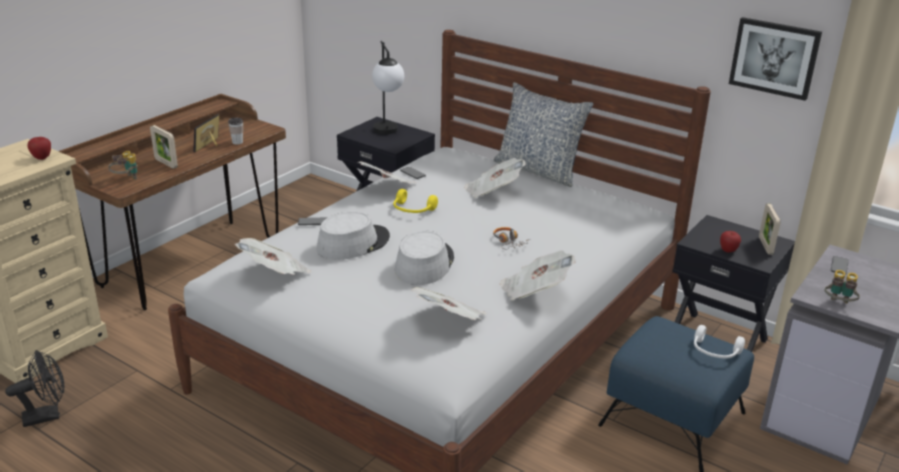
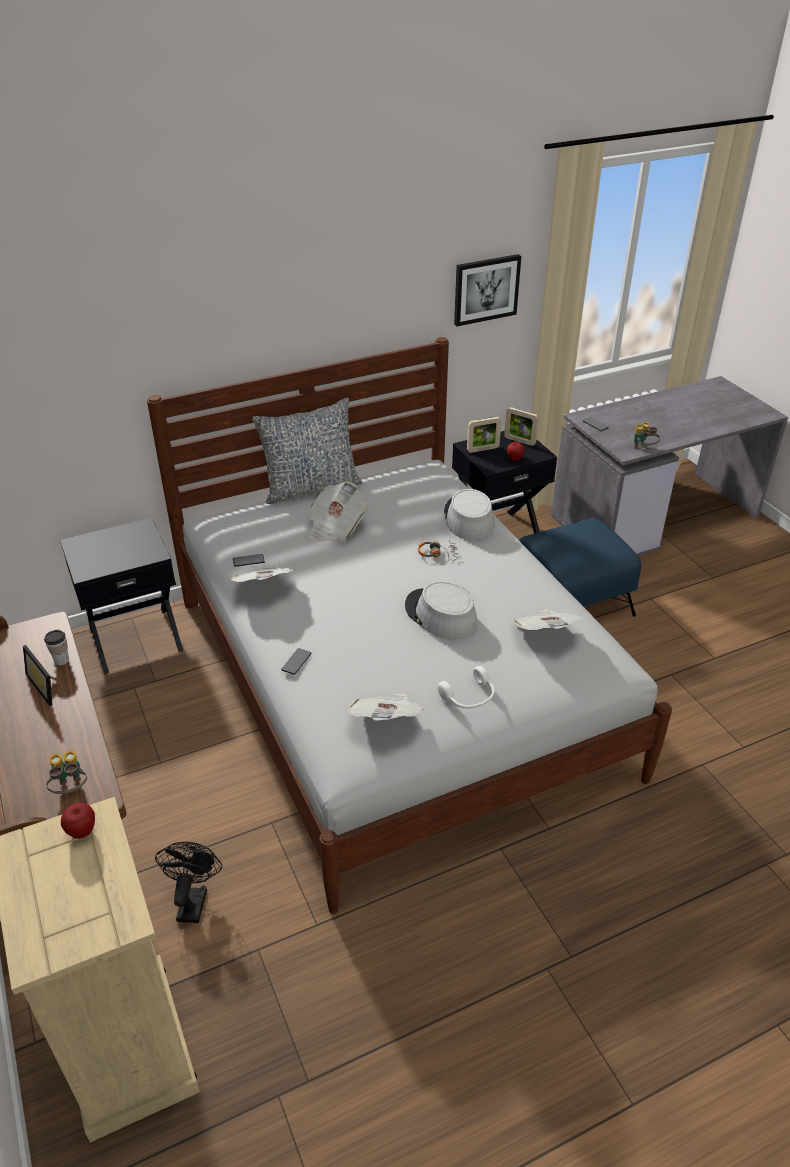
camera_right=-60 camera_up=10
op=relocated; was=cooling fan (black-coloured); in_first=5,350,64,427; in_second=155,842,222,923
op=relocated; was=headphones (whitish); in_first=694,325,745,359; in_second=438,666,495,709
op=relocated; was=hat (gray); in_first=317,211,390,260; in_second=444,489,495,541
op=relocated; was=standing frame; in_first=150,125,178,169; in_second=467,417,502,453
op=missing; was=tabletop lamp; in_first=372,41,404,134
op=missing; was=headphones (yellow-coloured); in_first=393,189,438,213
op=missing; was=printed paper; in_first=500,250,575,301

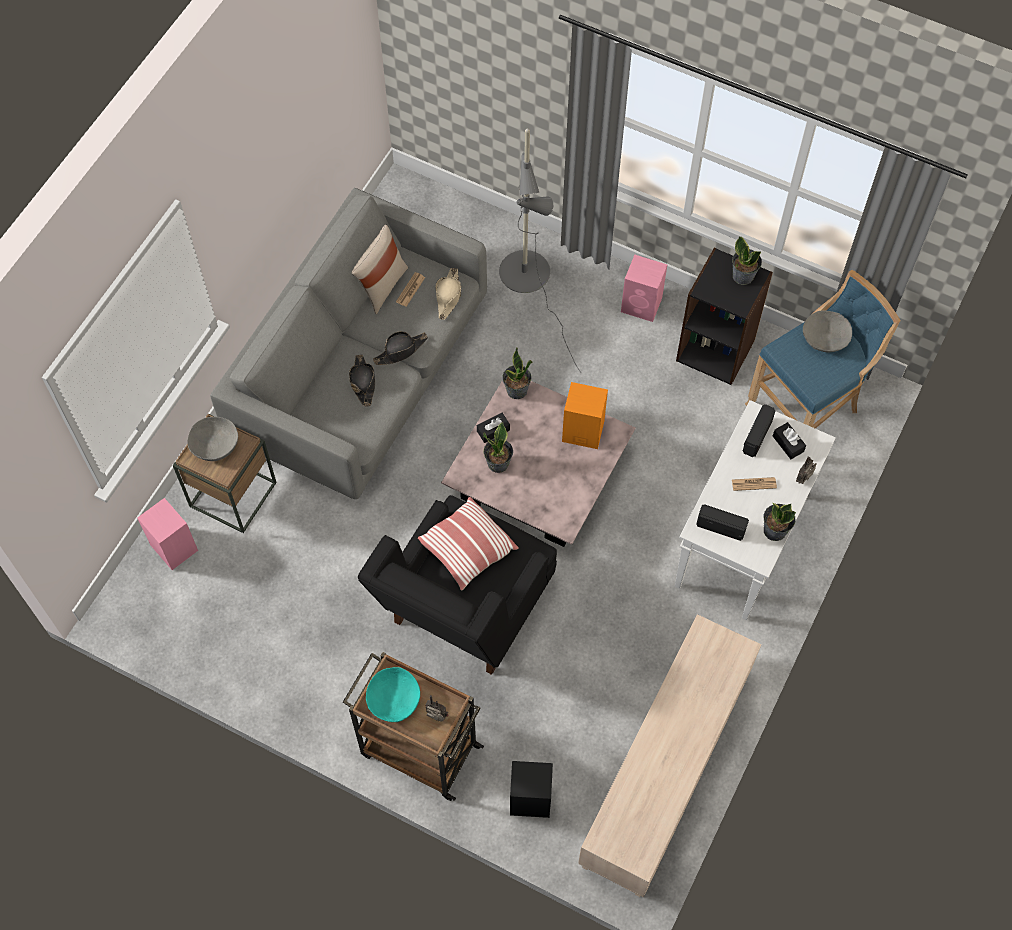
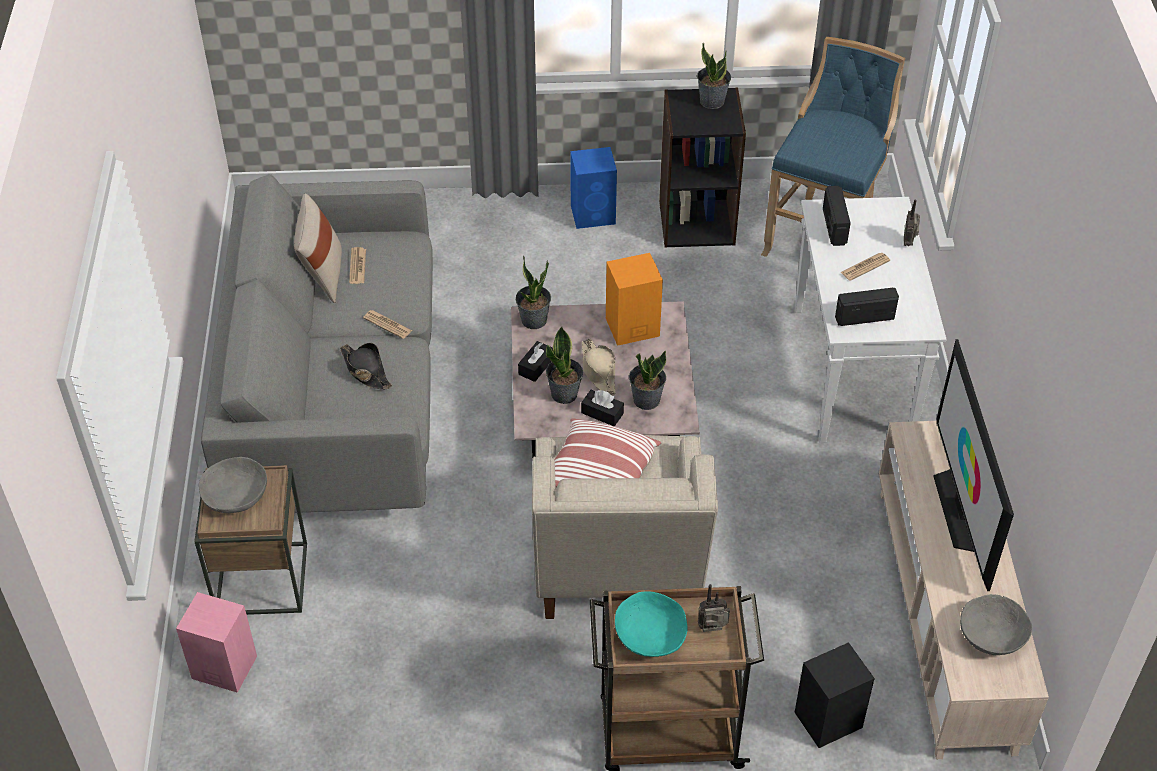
camera_right=-30 camera_up=-15
op=exchanged; was=hat (black-coloured); now=printed paper; in_first=373,331,428,365; in_second=363,310,412,339
op=colour; was=armchair (black-coloured); now=armchair (sand-coloured); in_first=358,495,557,675; in_second=532,435,718,619
op=colour; was=loudspeaker (pinkish); now=loudspeaker (bluish); in_first=621,254,668,322; in_second=570,147,617,229
op=relocated; was=tissue holder (black-coloured); in_first=773,422,806,459; in_second=581,390,624,426
op=relocated; was=hat (sand-coloured); in_first=435,268,461,320; in_second=582,338,615,396
op=relocated; was=houseplant; in_first=763,503,796,541; in_second=629,351,666,410
op=appeared; now=television; in_second=933,339,1014,591
op=relocated; was=serving bowl (gray); in_first=803,310,852,352; in_second=960,594,1032,655
op=missing; was=standing lamp (gray); in_first=499,128,581,373

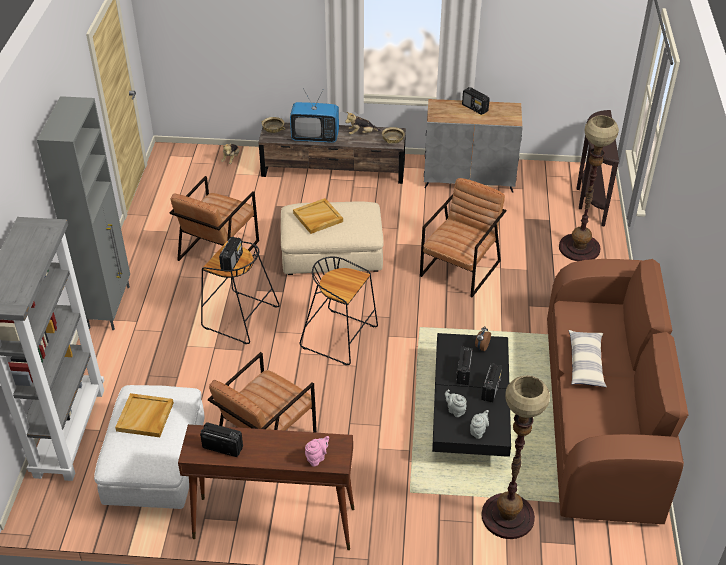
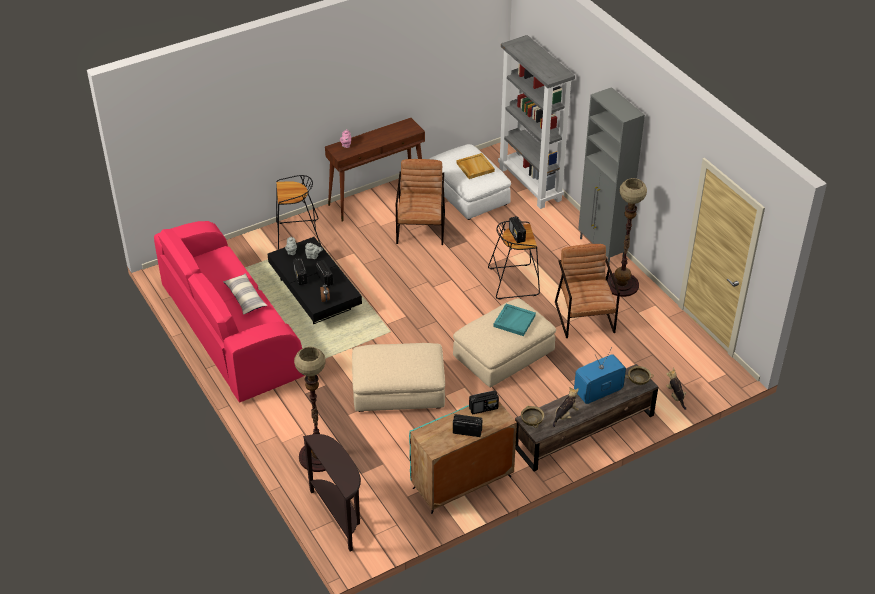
camera_right=145 camera_up=0
op=colour; was=sofa (brown); now=sofa (pinkish); in_first=547,259,689,524; in_second=154,221,304,403
op=relocated; was=sitting stool (black-coloured); in_first=299,257,378,365; in_second=276,175,321,250
op=exchanged; was=armchair (brown); now=pouffe (sand-coloured); in_first=420,178,506,297; in_second=352,343,445,412
op=colour; was=storage cabinet (gray); now=storage cabinet (turquoise-coloured); in_first=424,99,523,193; in_second=409,402,517,514
op=relocated; was=radio receiver; in_first=200,422,243,457; in_second=469,390,499,414
op=colour; was=carrying tray (sand-coloured); now=carrying tray (turquoise-coloured); in_first=293,198,343,234; in_second=493,304,536,336
op=relocated; was=standing lamp; in_first=481,375,550,539; in_second=607,178,647,297

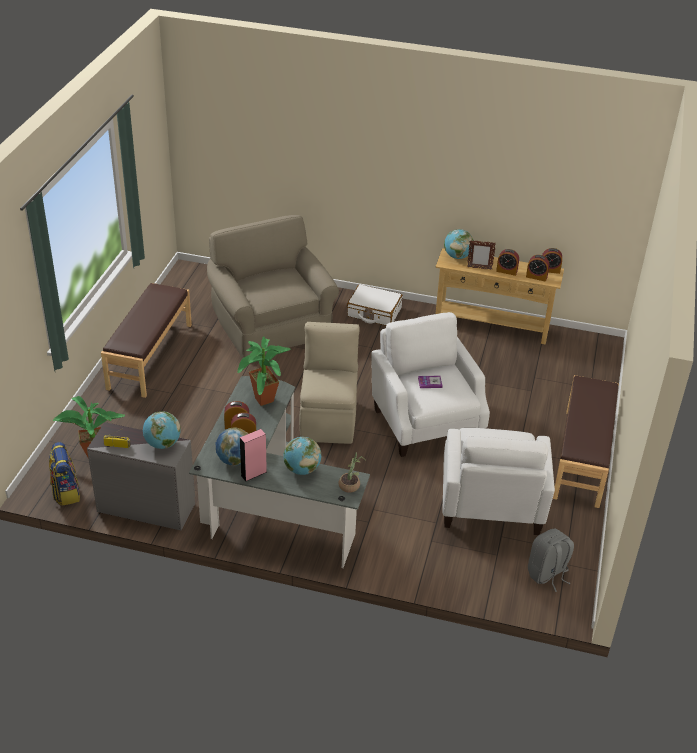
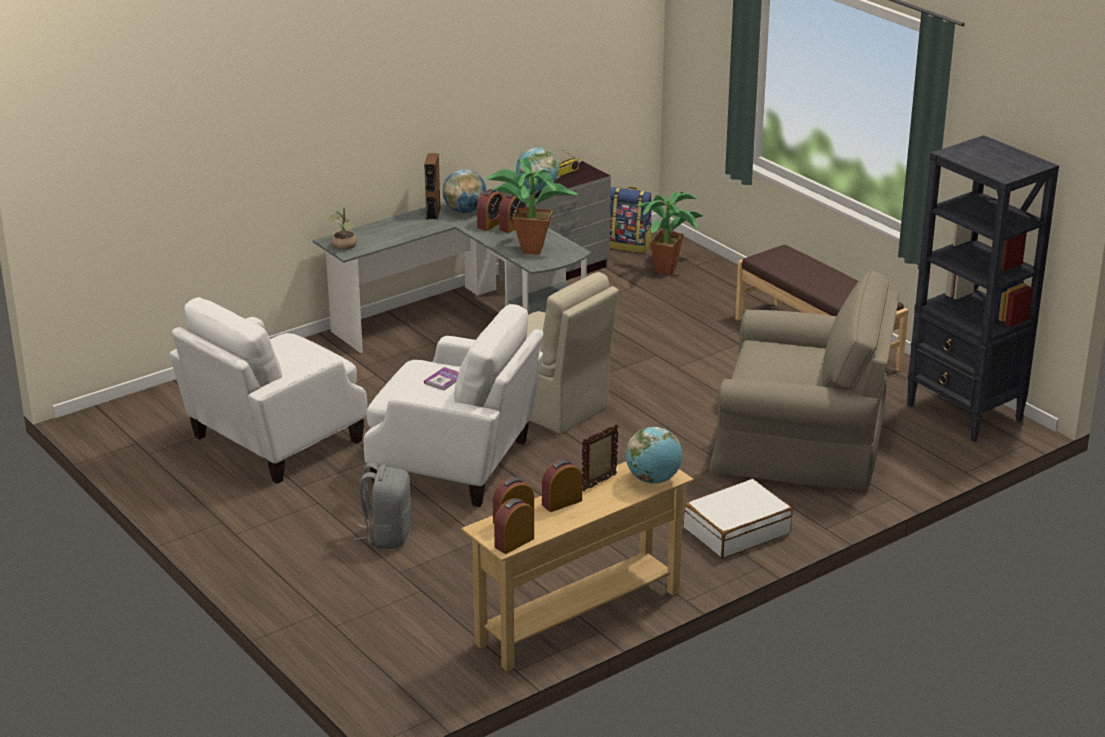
camera_right=130 camera_up=-10
op=spun; was=armchair (whitish); in_first=442,428,555,535; in_second=170,297,368,484; clockwise=-90
op=relocated; was=backpack (gray); in_first=528,529,574,592; in_second=354,462,411,549
op=colour; was=loudspeaker (pinkish); now=loudspeaker (brown); in_first=240,429,267,482; in_second=424,153,441,220
op=appeared; now=shelving unit (black-coloured); in_second=907,135,1059,442
op=missing; was=world globe; in_first=283,437,321,475
op=missing; was=long seat (brown); in_first=553,375,619,508

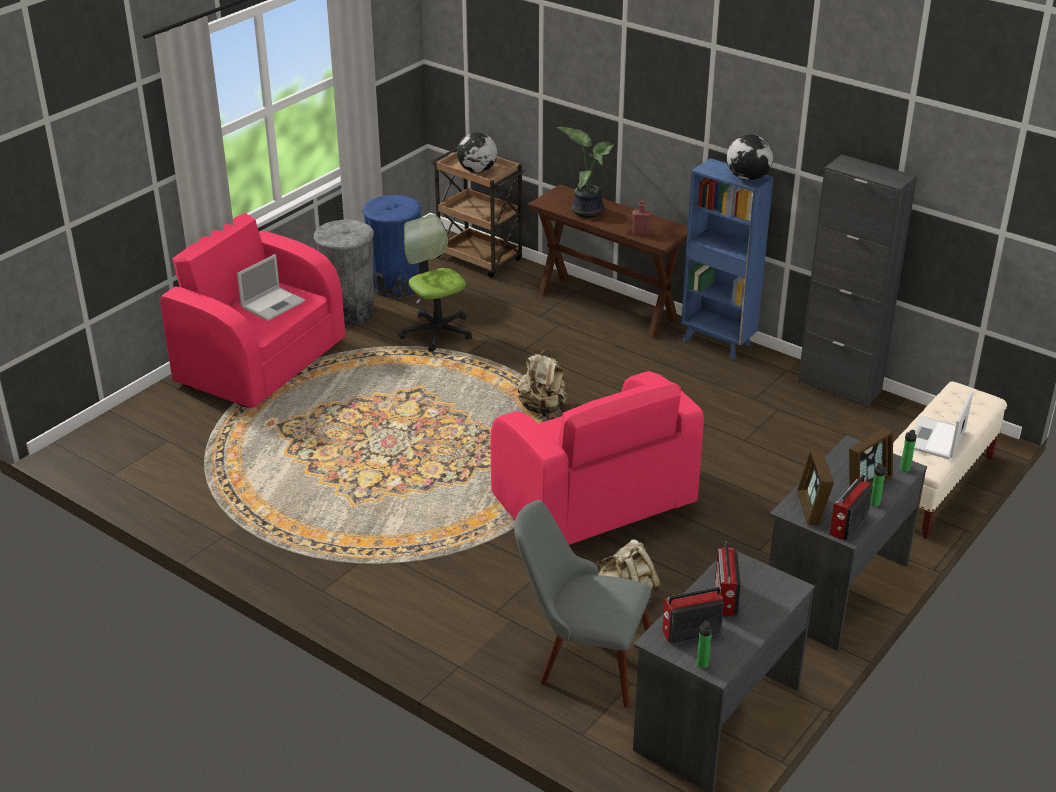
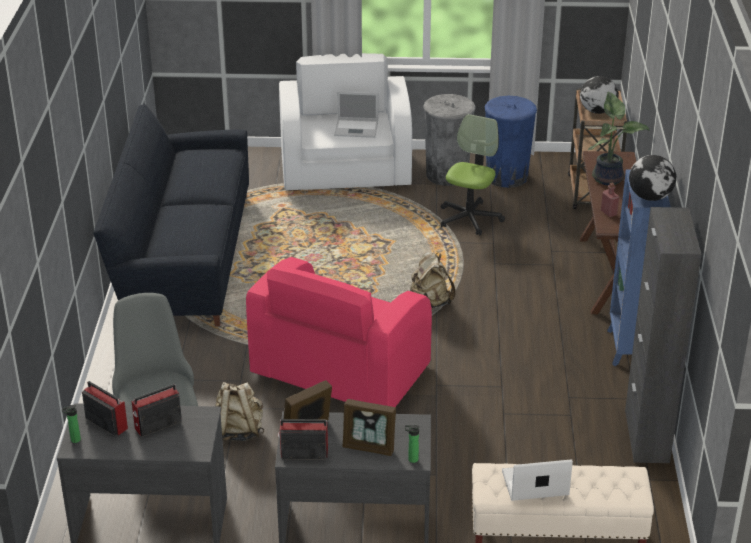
camera_right=55 camera_up=0
op=appeared; now=sofa (black-coloured); in_second=93,104,249,327
op=colour; was=armchair (pinkish); now=armchair (whitish); in_first=160,213,346,408; in_second=279,53,412,191
op=missing; was=drink bottle; in_first=870,463,888,507

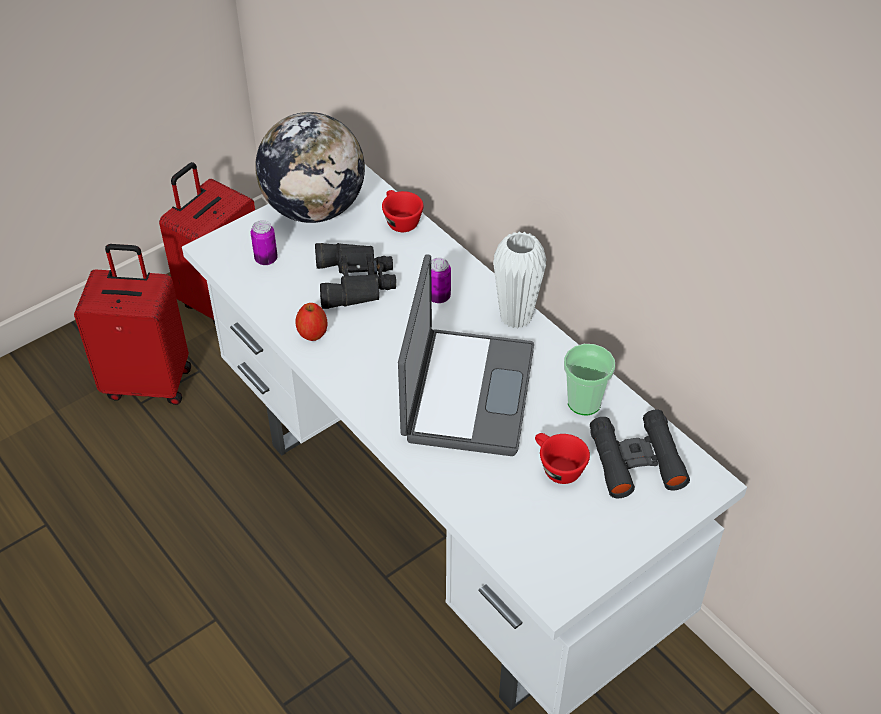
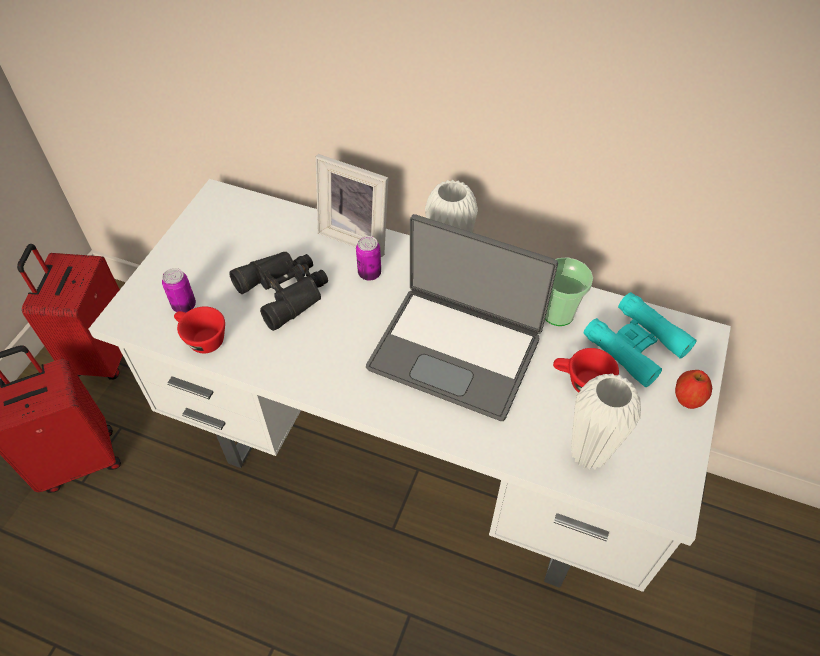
camera_right=-30 camera_up=5
op=relocated; was=drinking cup (red-coloured); in_first=382,190,424,232; in_second=174,306,225,354
op=appeared; now=standing frame; in_second=316,154,388,257
op=spun; was=portable computer; in_first=398,254,534,456; in_second=366,214,558,421; clockwise=135
op=appeared; now=flower vase (whitish); in_second=571,374,641,470
op=colour; was=pair of binoculars (black-coloured); now=pair of binoculars (turquoise-coloured); in_first=590,409,690,498; in_second=584,292,697,387
op=relocated; was=apple fruit; in_first=295,303,328,341; in_second=675,370,712,409
op=missing; was=world globe; in_first=255,112,365,223

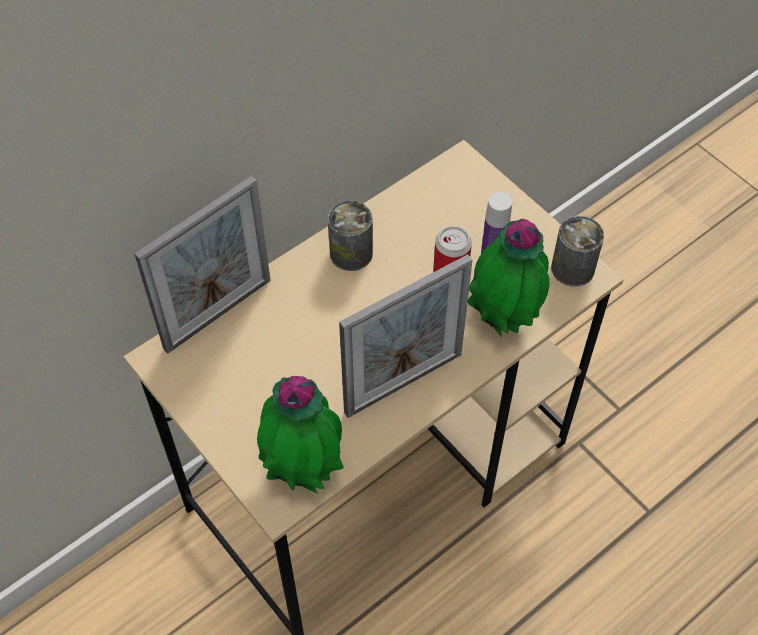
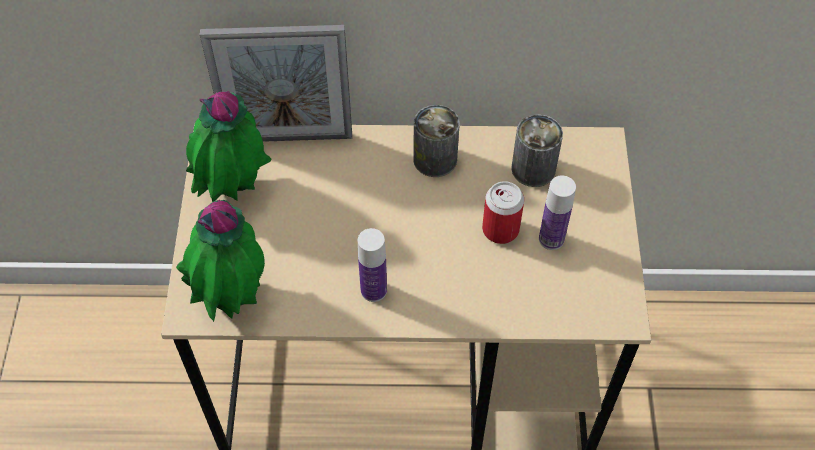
camera_right=40 camera_up=0
op=relocated; was=houseplant; in_first=468,219,549,337; in_second=186,91,272,202
op=exchanged; was=standing frame; now=drink bottle; in_first=339,254,472,418; in_second=358,228,387,302
op=relocated; was=can; in_first=551,216,604,287; in_second=511,114,563,187

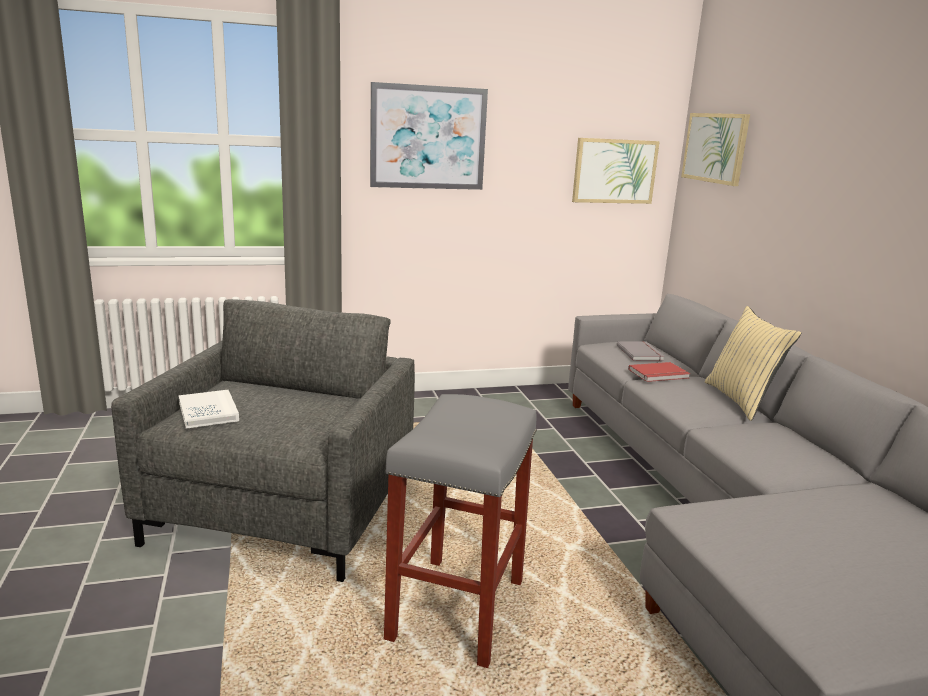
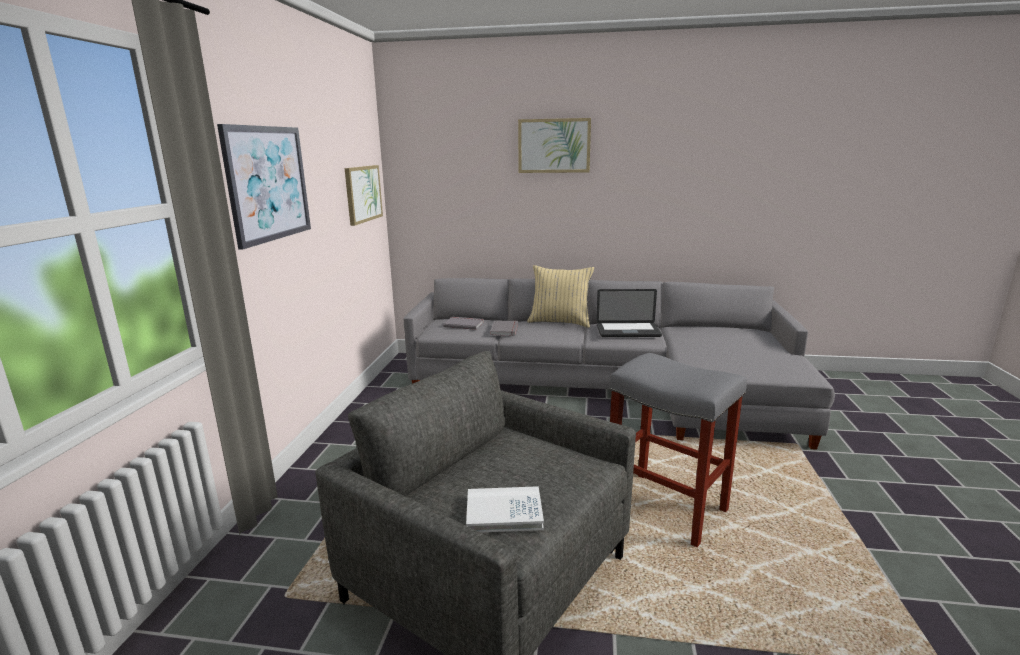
camera_right=-65 camera_up=0
op=colour; was=book (red-coloured); now=book (gray); in_first=628,362,690,382; in_second=490,320,518,336
op=relocated; was=wall art; in_first=681,113,750,186; in_second=518,118,591,173
op=appeared; now=portable computer; in_second=596,289,662,337

